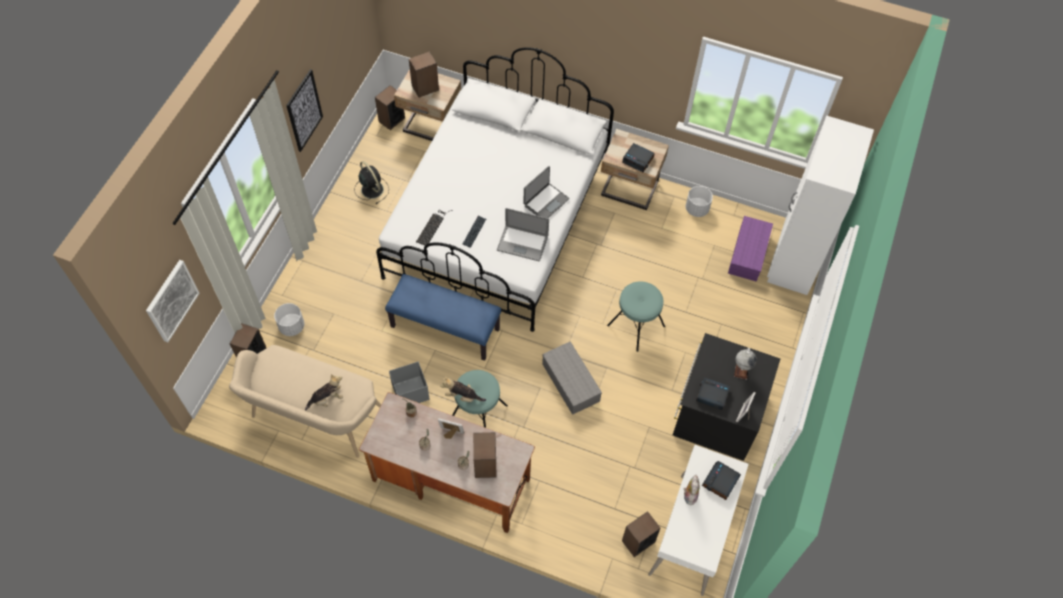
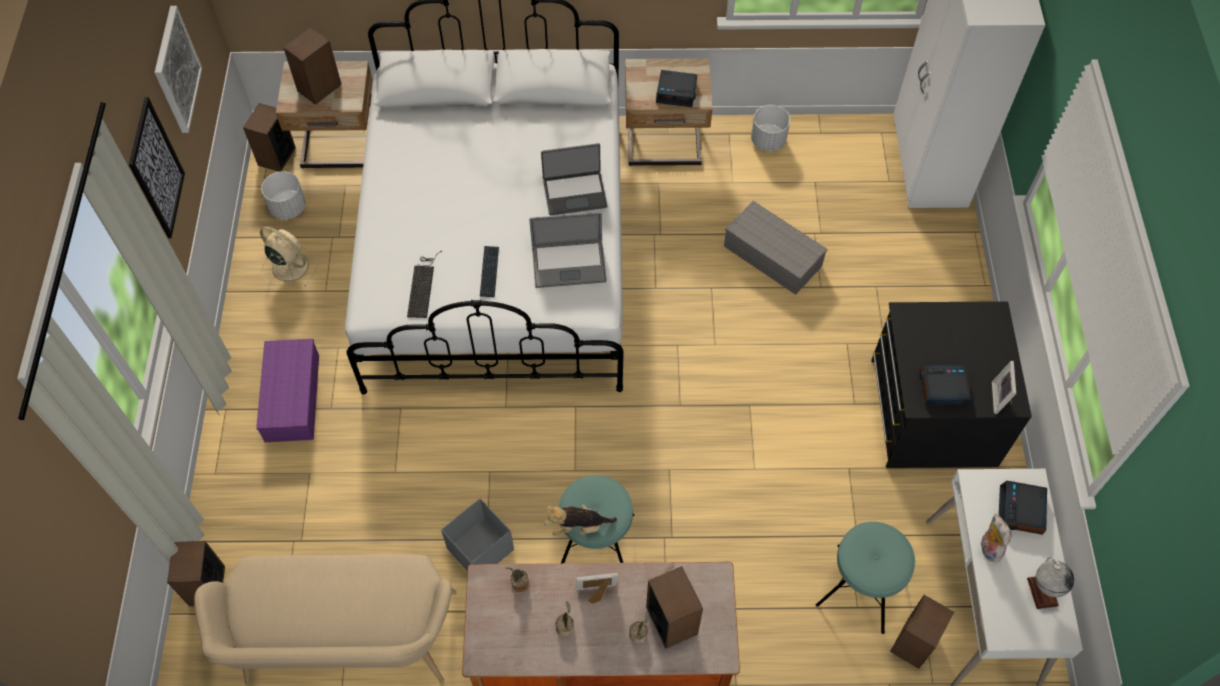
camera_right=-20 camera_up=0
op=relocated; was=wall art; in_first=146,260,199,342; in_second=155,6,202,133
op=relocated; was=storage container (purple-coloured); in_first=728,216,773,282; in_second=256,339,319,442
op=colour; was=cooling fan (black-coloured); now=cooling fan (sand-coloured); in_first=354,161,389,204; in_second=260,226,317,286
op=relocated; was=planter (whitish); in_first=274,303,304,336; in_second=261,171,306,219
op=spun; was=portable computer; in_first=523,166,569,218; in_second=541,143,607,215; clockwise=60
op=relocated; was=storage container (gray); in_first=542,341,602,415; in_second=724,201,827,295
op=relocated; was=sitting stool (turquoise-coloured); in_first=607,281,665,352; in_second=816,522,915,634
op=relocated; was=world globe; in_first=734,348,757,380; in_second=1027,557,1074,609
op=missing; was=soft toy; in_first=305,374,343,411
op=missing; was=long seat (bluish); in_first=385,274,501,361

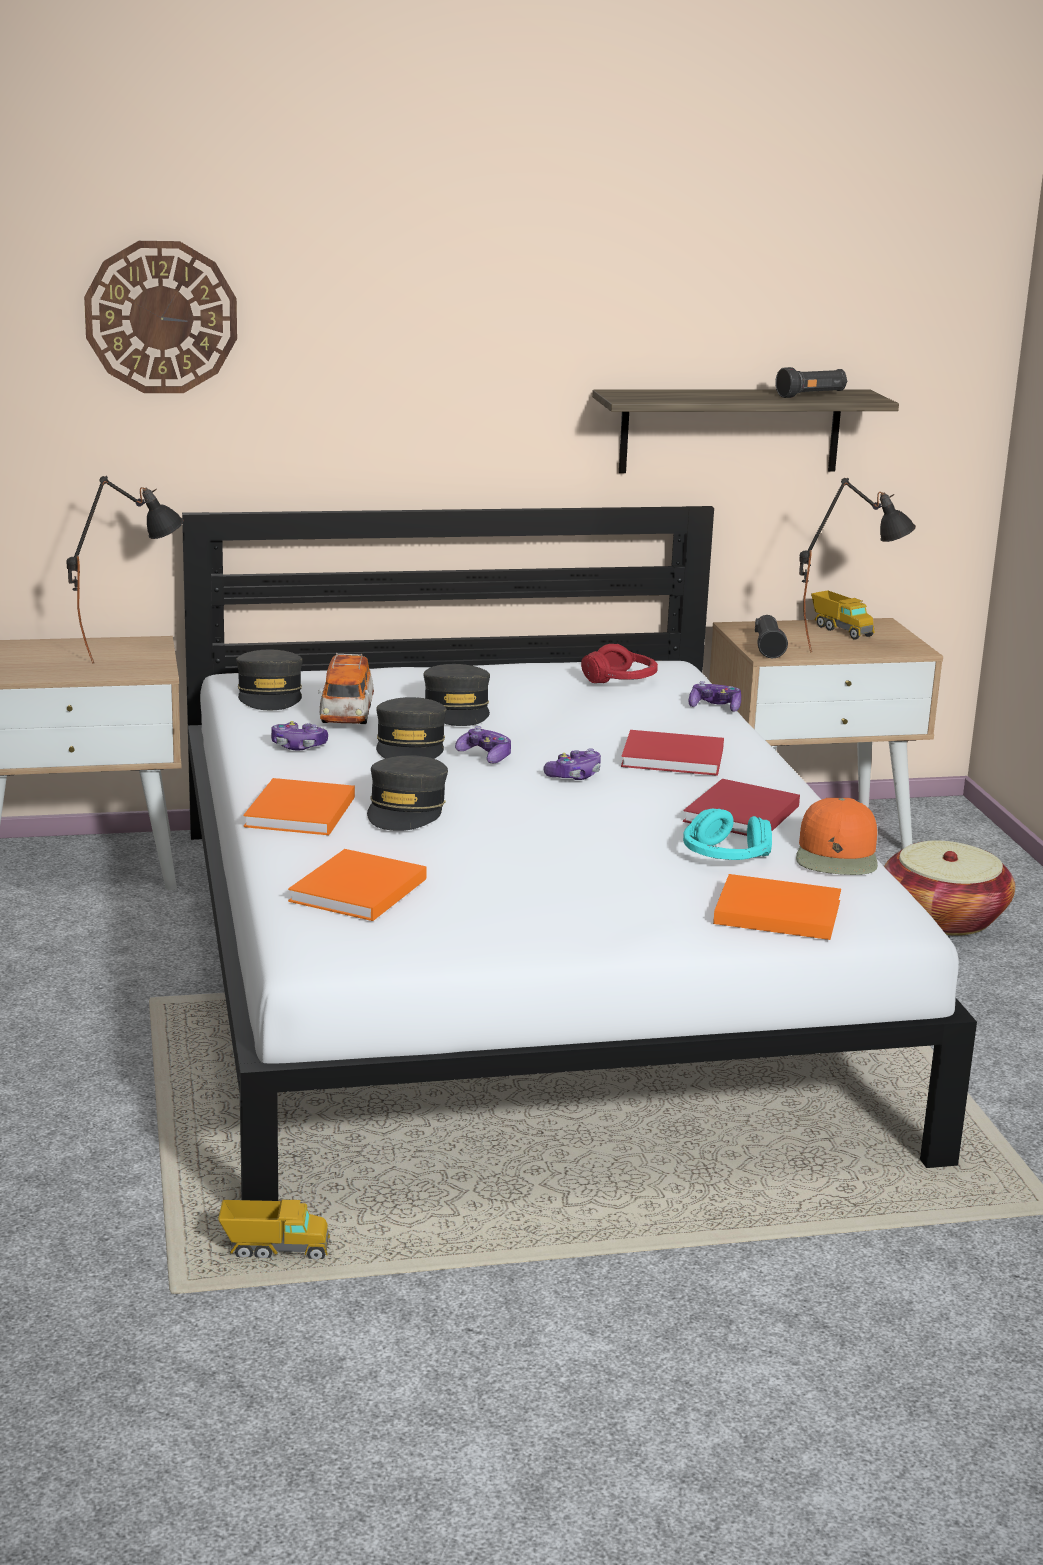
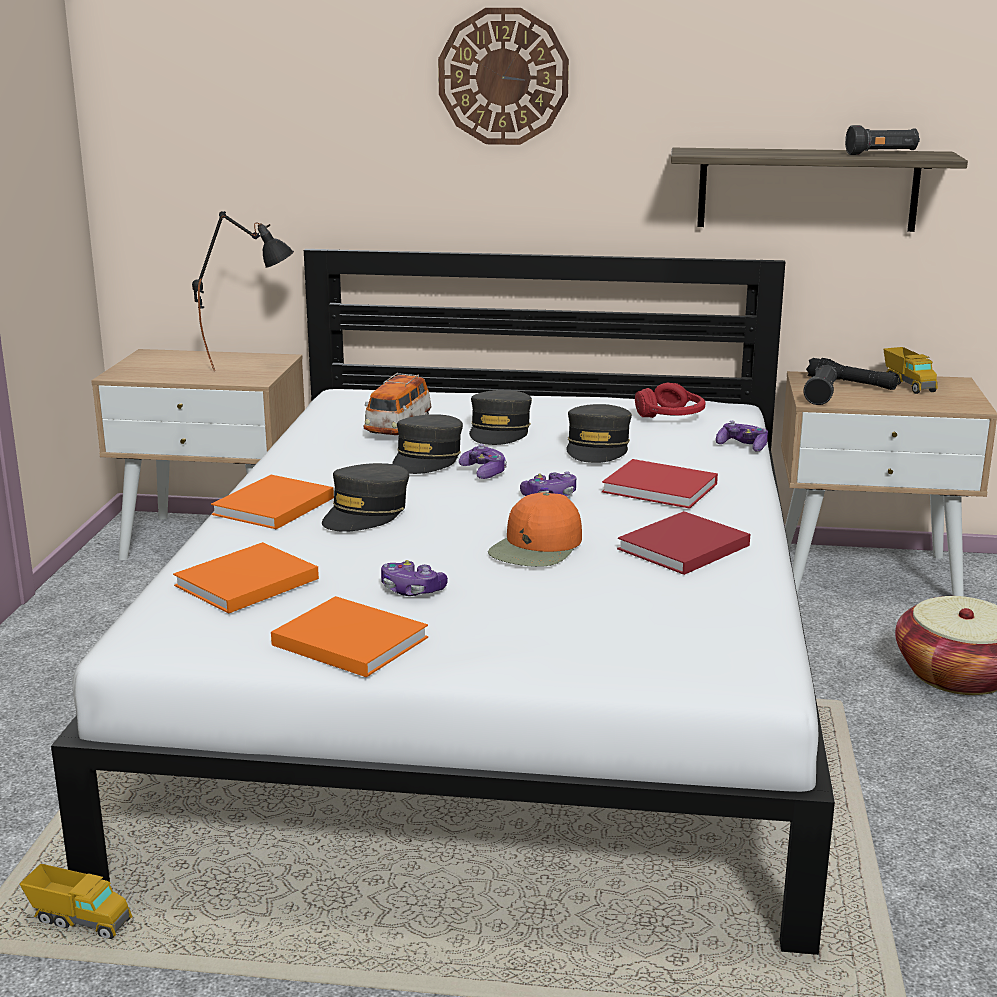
camera_right=20 camera_up=0
op=relocated; was=book (orange); in_first=713,874,841,940; in_second=271,596,428,677
op=relocated; was=joypad; in_first=271,721,328,750; in_second=381,560,448,596
op=relocated; was=hanging clock; in_first=84,241,237,393; in_second=438,8,569,145
op=relocated; was=cap (orange); in_first=796,798,878,875; in_second=488,493,582,567
op=relocated; was=cap (gray); in_first=236,650,303,710; in_second=566,404,632,463
op=appeared; now=torch (black-coloured); in_second=806,358,898,390
op=missing; was=headphones (turquoise-coloured); in_first=683,809,772,860
op=missing; was=tabletop lamp (black-coloured); in_first=799,478,916,653

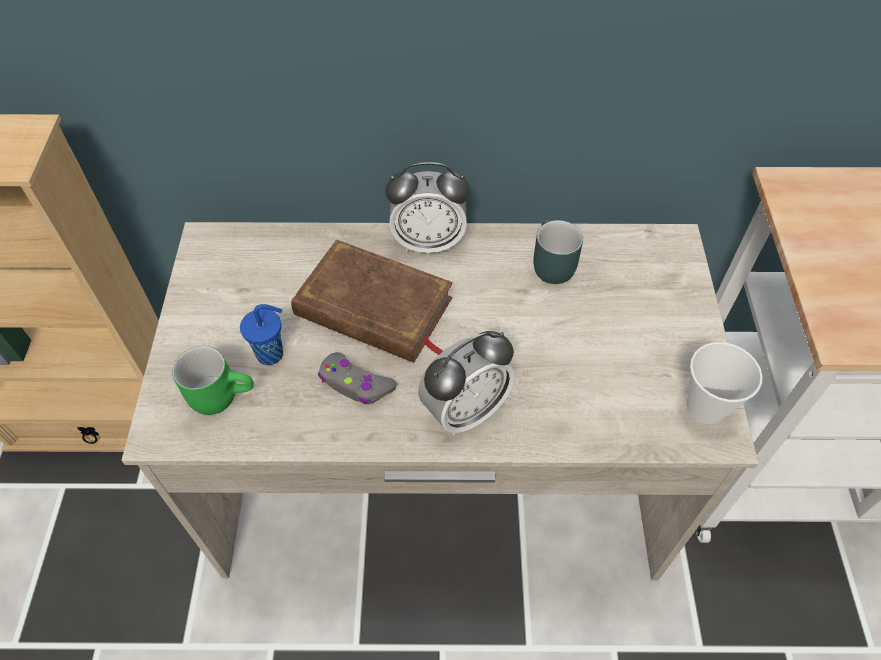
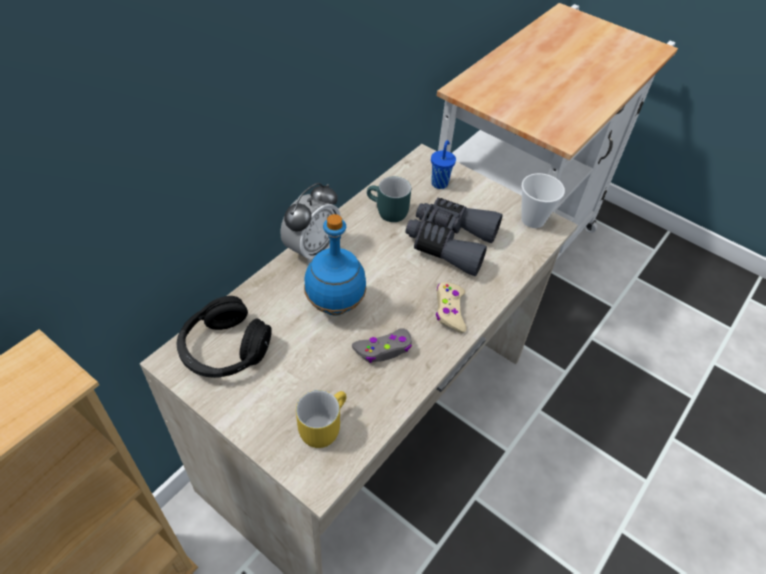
camera_right=-55 camera_up=-5
op=appeared; now=headphones (black-coloured); in_second=176,296,272,378
op=colour; was=tea mug (greenish); now=tea mug (yellow-coloured); in_first=172,346,254,415; in_second=296,390,346,448
op=exchanged; was=book (brown); now=drink bottle (bluish); in_first=291,240,453,362; in_second=304,214,367,316
op=appeared; now=pair of binoculars (gray); in_second=405,198,503,277
op=relocated; was=drinking cup (bluish); in_first=240,304,283,365; in_second=431,140,456,189
op=exchanged; was=table clock; now=joypad (sand-coloured); in_first=418,331,515,435; in_second=436,283,467,333

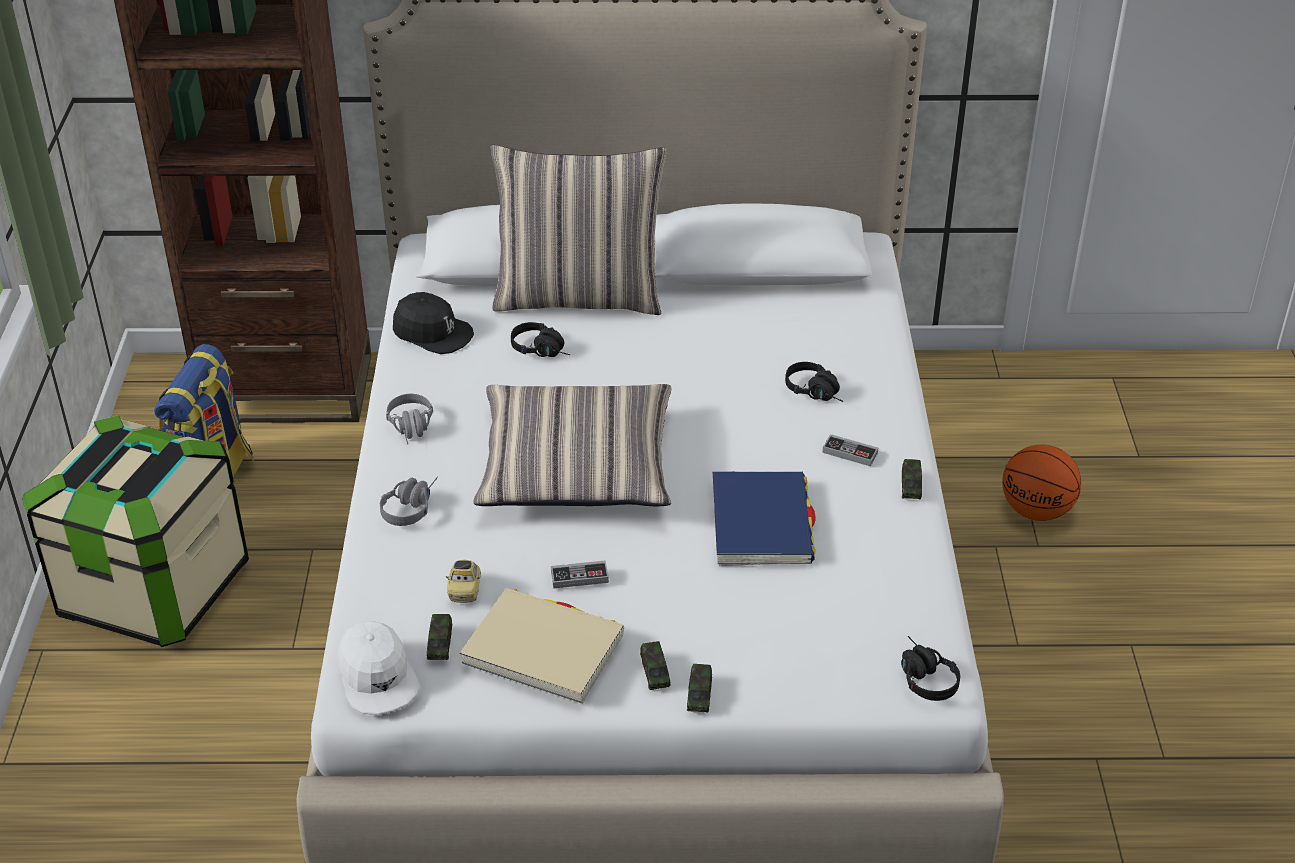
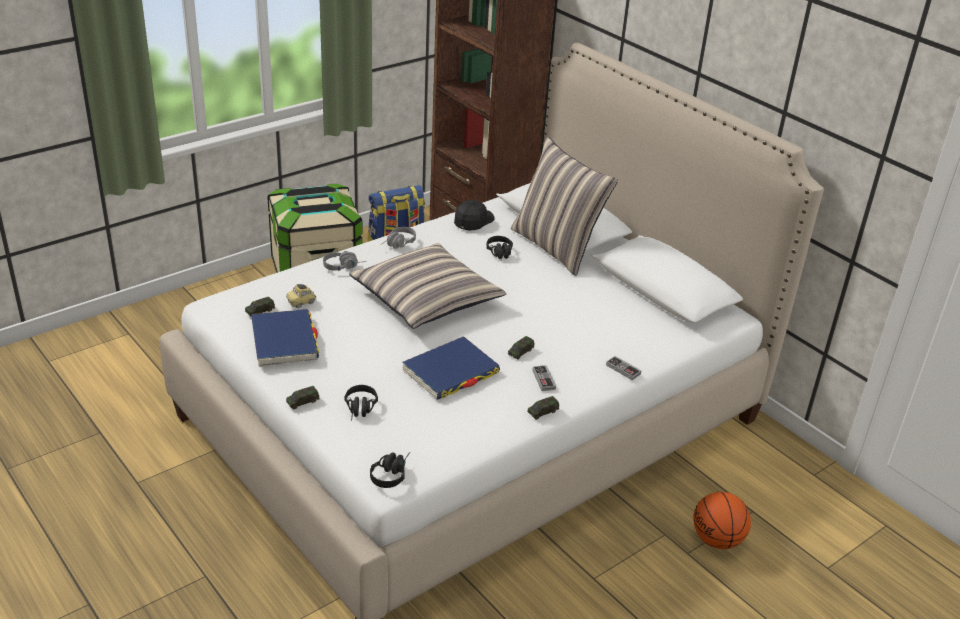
camera_right=50 camera_up=-5
op=colour; was=book (sand-coloured); now=book (bluish); in_first=460,588,624,704; in_second=251,309,319,367
op=relocated; was=headphones (black-coloured); in_first=785,362,843,402; in_second=344,385,378,421
op=spun; was=cap (black-coloured); in_first=393,292,474,354; in_second=454,200,494,230; clockwise=-135
op=relocated; was=model car; in_first=640,641,671,690; in_second=508,336,534,360
op=relocated; was=joypad; in_first=551,560,609,589; in_second=606,356,642,380
op=missing; was=cap (whitish); in_first=337,621,420,715

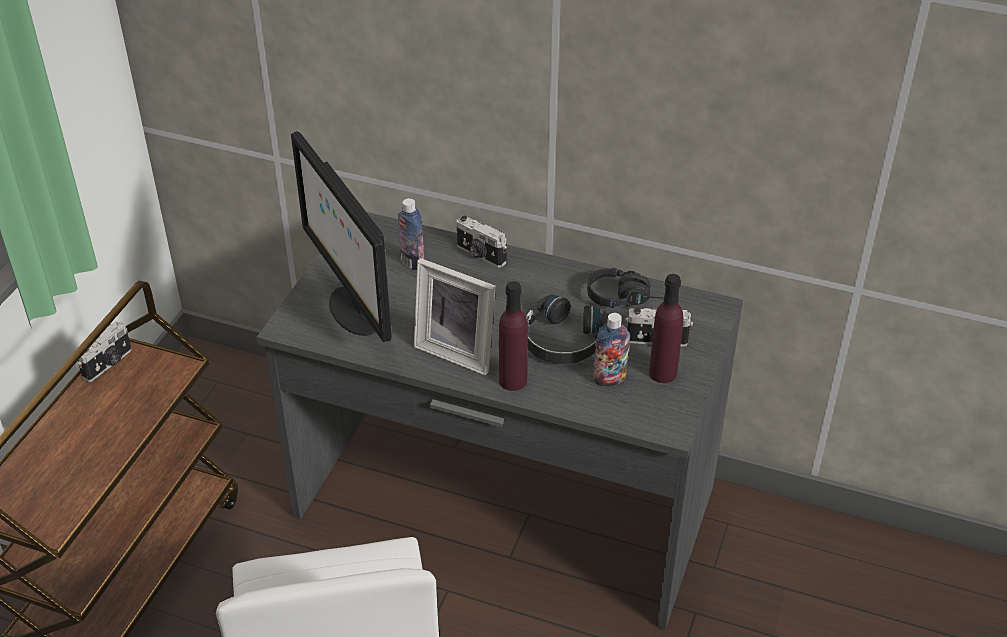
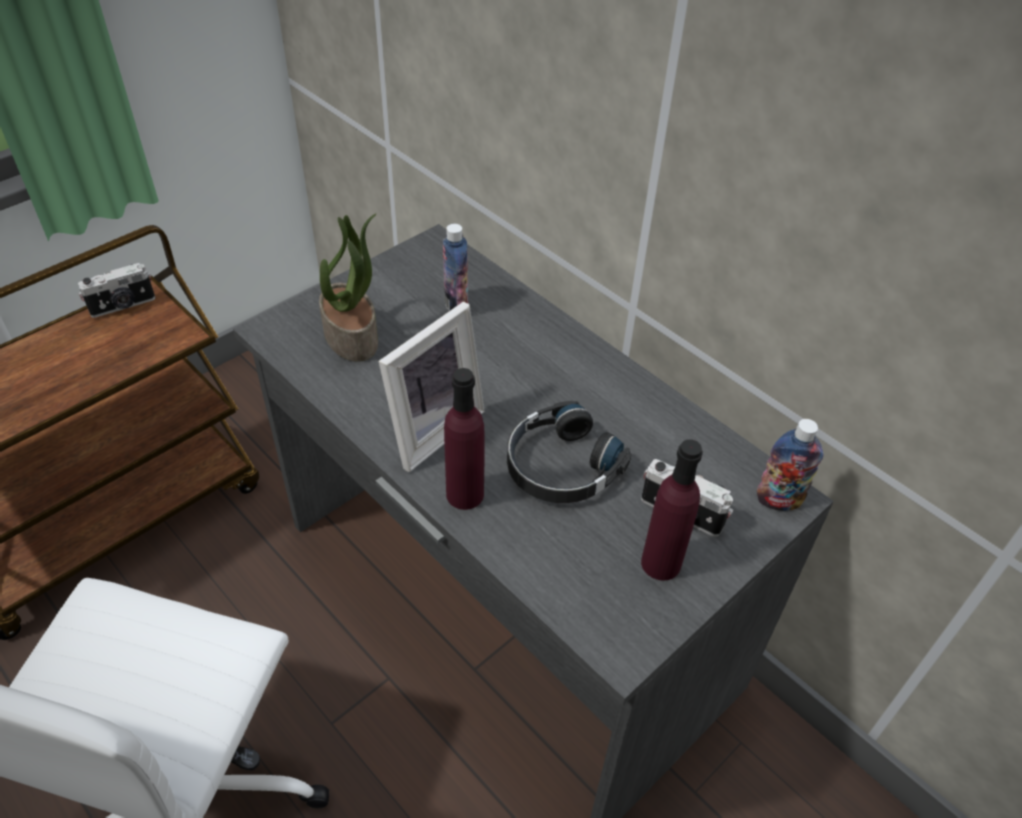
camera_right=25 camera_up=5
op=exchanged; was=monitor; now=houseplant; in_first=291,131,391,342; in_second=319,213,378,362
op=spun; was=standing frame; in_first=414,258,496,375; in_second=378,301,484,472; clockwise=-105
op=relocated; was=drink bottle; in_first=593,313,630,387; in_second=757,419,823,511
op=missing; was=still camera; in_first=456,216,507,268
op=missing; was=headphones (black-coloured); in_first=587,268,664,308

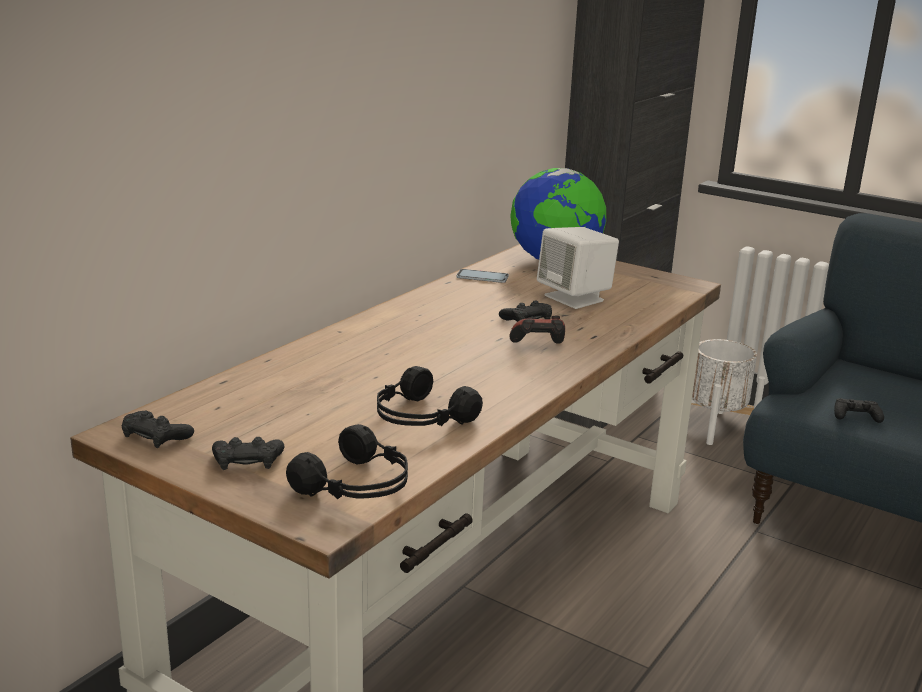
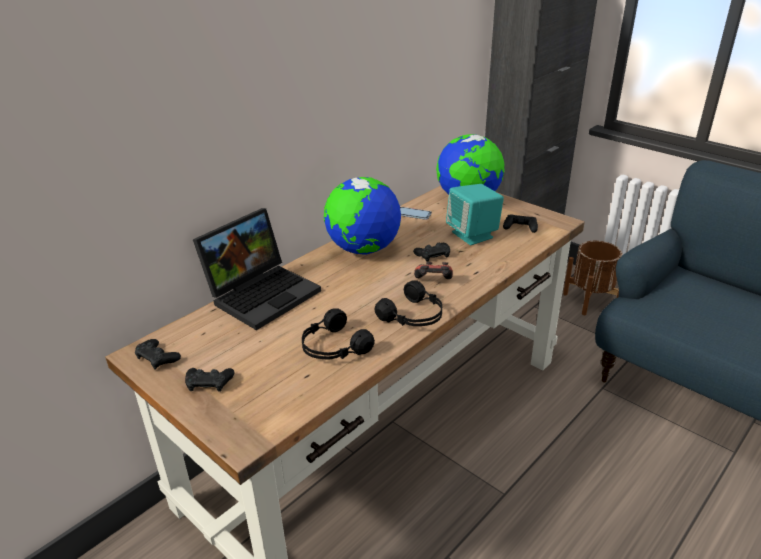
camera_right=10 camera_up=10
op=appeared; now=portable computer; in_second=193,208,321,330
op=appeared; now=world globe; in_second=324,177,401,255
op=relocated; was=headphones (black-coloured); in_first=286,424,408,499; in_second=374,280,442,326
op=colour; was=loudspeaker (whitish); now=loudspeaker (turquoise-coloured); in_first=537,227,619,309; in_second=446,184,504,245
op=relocated; was=joypad (black-coloured); in_first=834,398,884,423; in_second=503,214,538,233
op=colour; was=planter (whitish); now=planter (brown); in_first=691,339,765,445; in_second=563,241,622,315

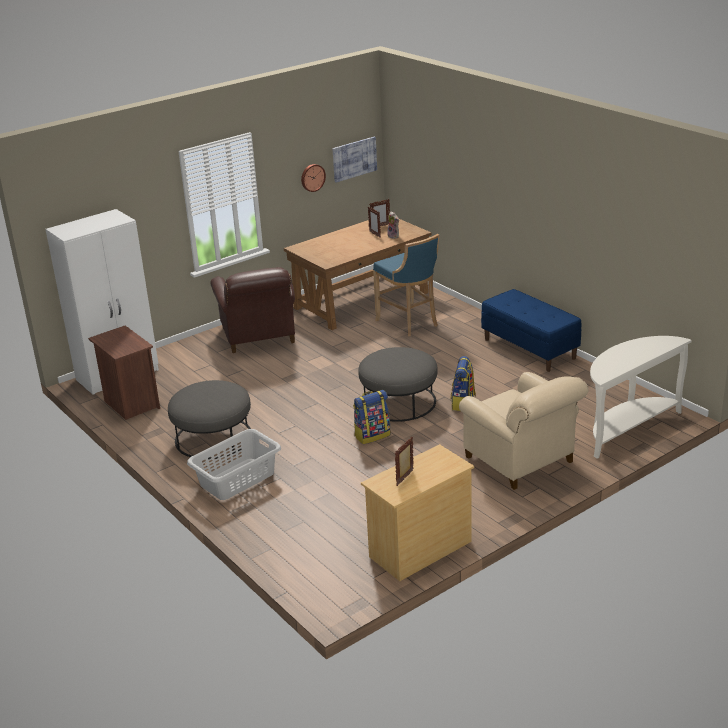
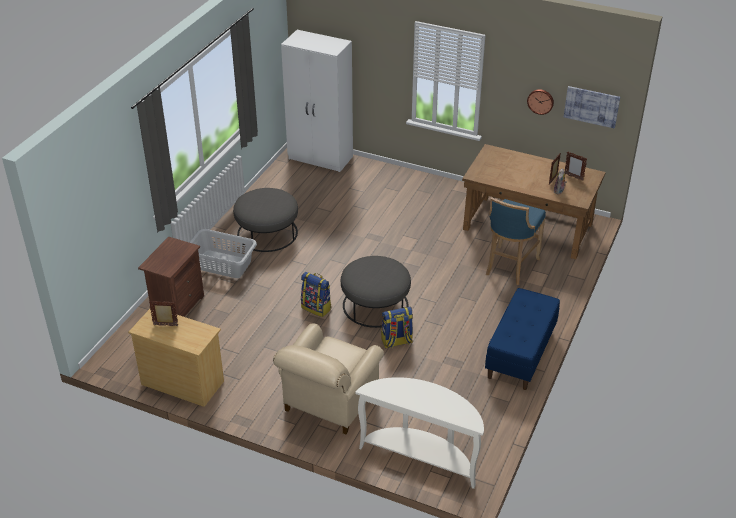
camera_right=60 camera_up=10
op=relocated; was=nightstand (brown); in_first=88,326,160,420; in_second=138,237,204,317
op=missing; was=armchair (brown); in_first=210,267,295,353

